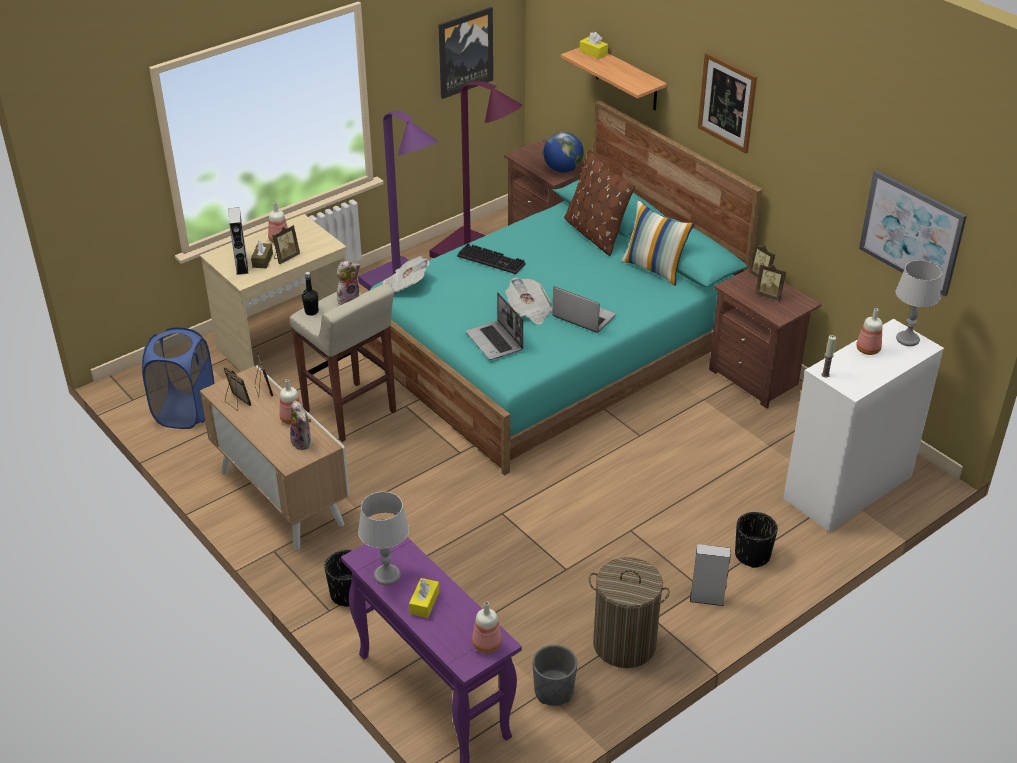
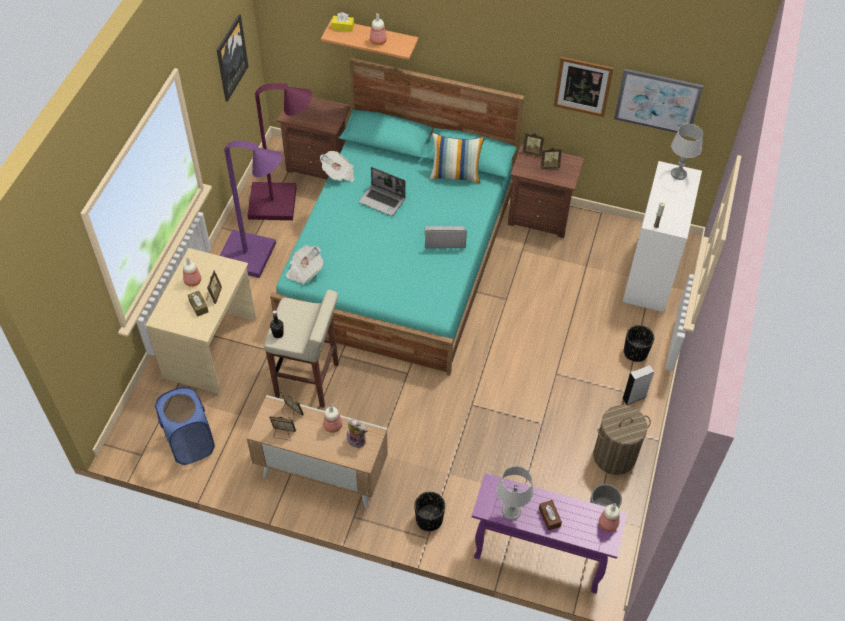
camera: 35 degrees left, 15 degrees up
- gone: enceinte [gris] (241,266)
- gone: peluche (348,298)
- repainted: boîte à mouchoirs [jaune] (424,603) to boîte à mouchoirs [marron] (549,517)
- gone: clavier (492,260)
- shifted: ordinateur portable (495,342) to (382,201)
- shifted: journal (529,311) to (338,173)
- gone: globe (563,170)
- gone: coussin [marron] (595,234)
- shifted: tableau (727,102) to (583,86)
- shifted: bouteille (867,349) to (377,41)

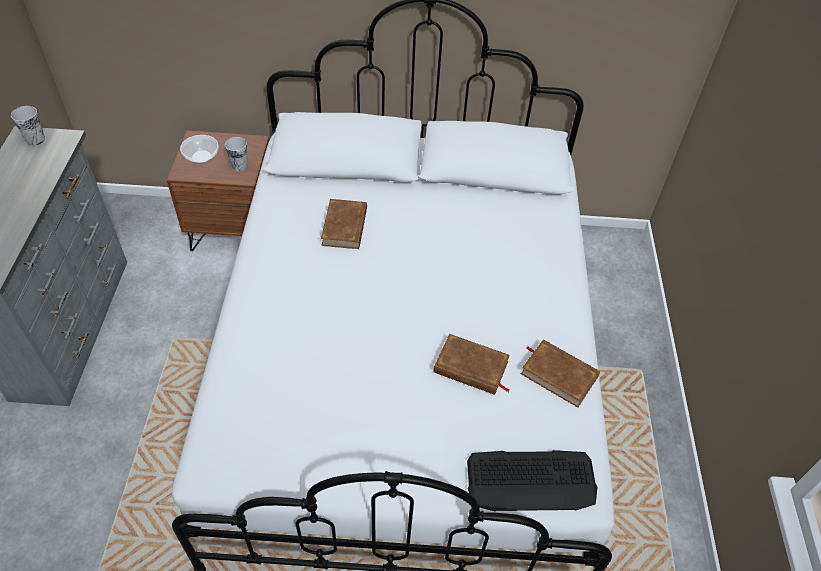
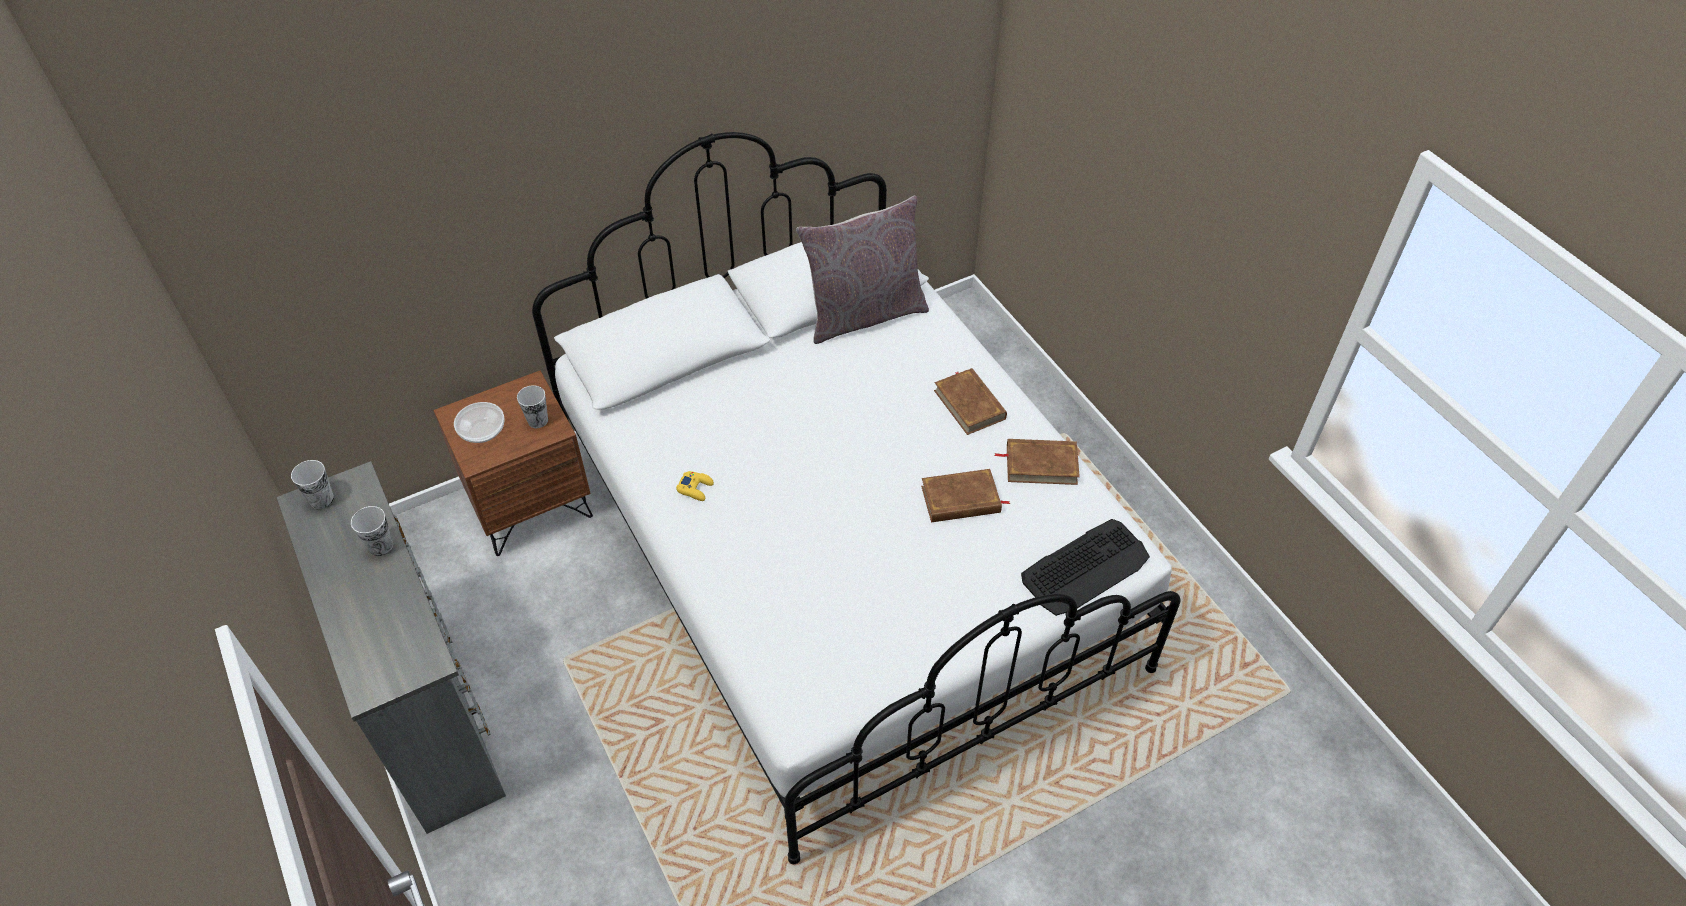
camera: 30 degrees left, 0 degrees up
- shifted: livre [marron] (345,227) to (969,404)
- new: tasse (380,546)
- new: manette [jaune] (695,488)
- new: coussin [gris] (864,314)

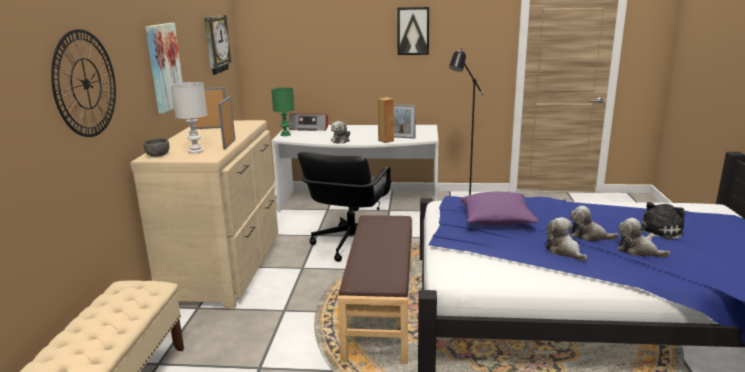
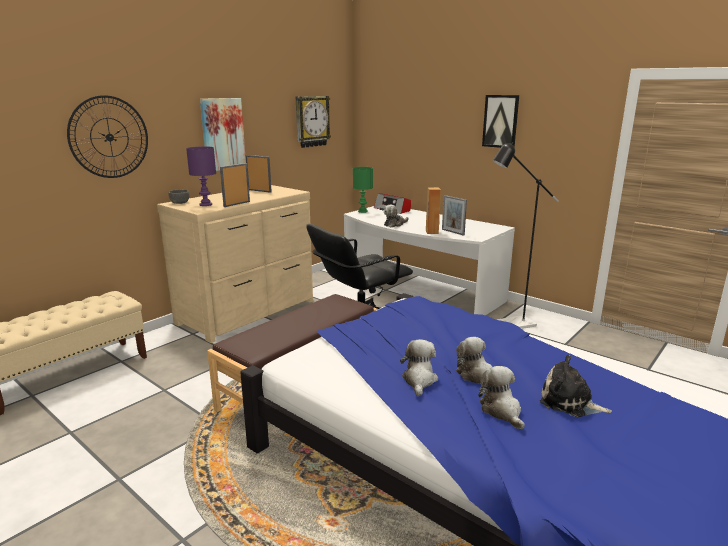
camera: 35 degrees right, 0 degrees up
- repainted: lampe de table [blanc] (195,151) to lampe de table [violet] (205,204)
- gone: coussin [violet] (496,220)
- rotated: peluche (657,233) = (569,402) 150 degrees counterclockwise

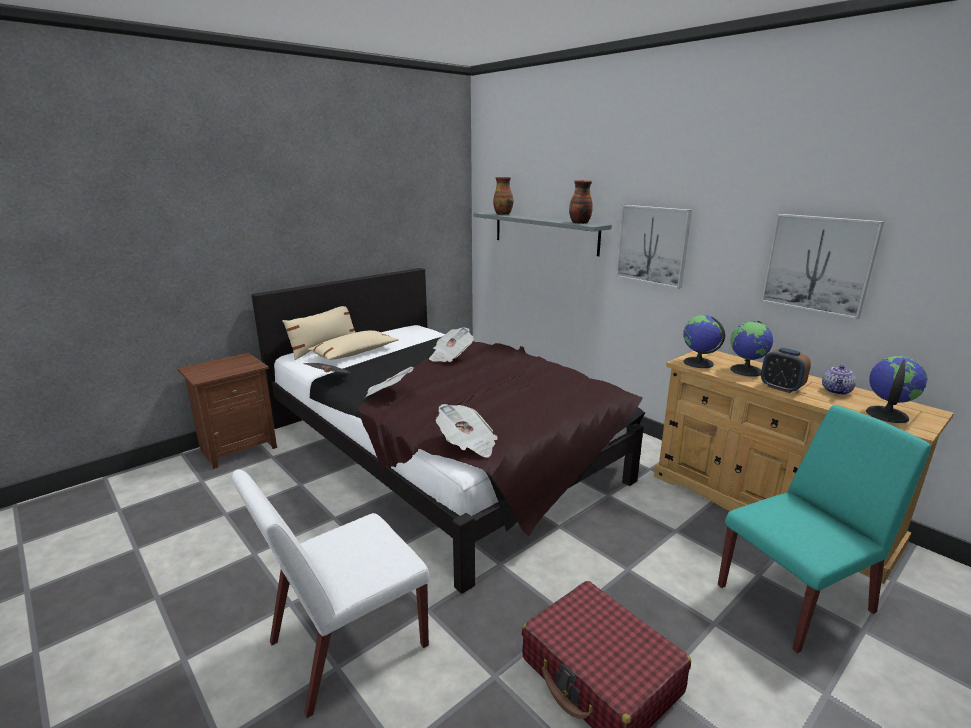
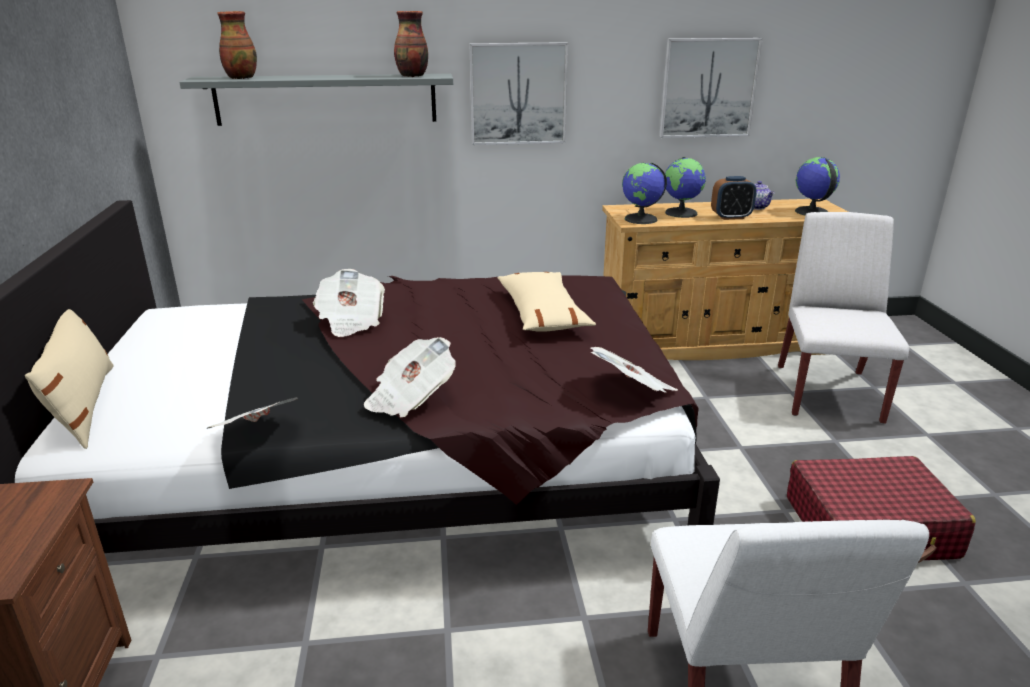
camera: 55 degrees left, 5 degrees up
- shifted: coussin [beige] (354,353) to (542,314)
- repainted: chaise [turquoise] (796,598) to chaise [blanc] (827,392)

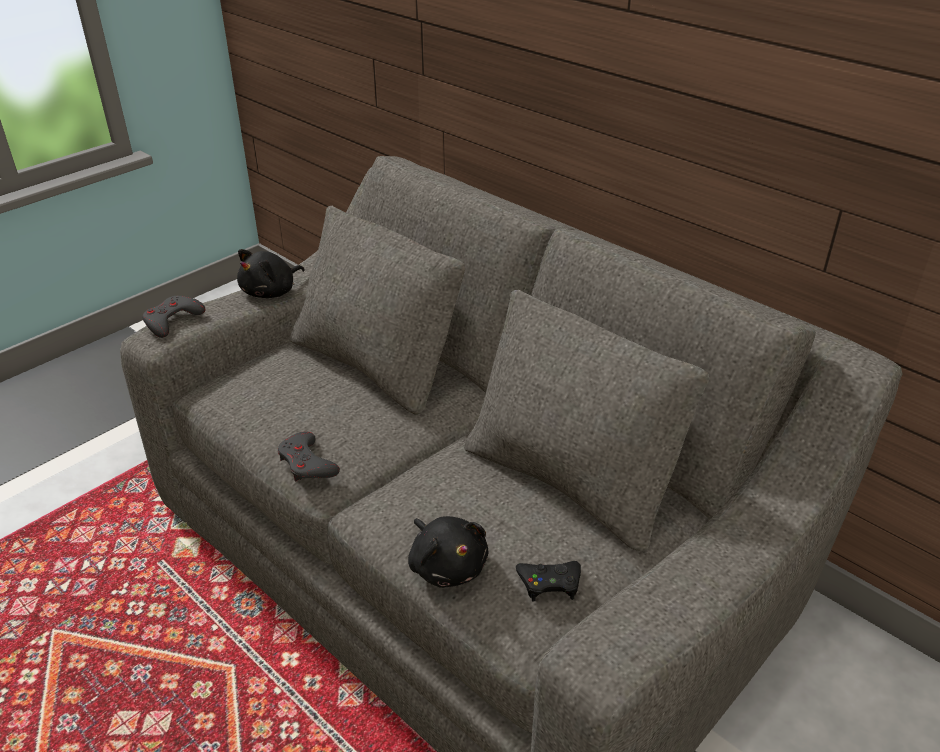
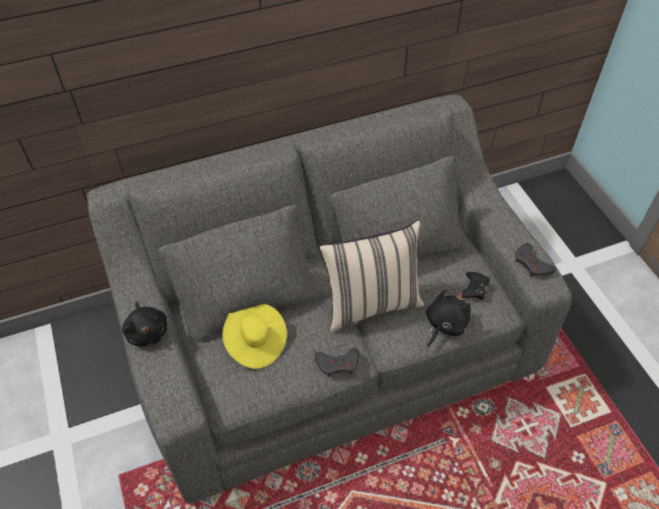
camera: 65 degrees left, 15 degrees up
- shifted: manette [gris] (172,320) to (532,264)
- rotated: peluche [noir] (447,565) = (444,325) 45 degrees counterclockwise
- new: chapeau [jaune] (255,343)
- new: coussin [beige] (371,303)

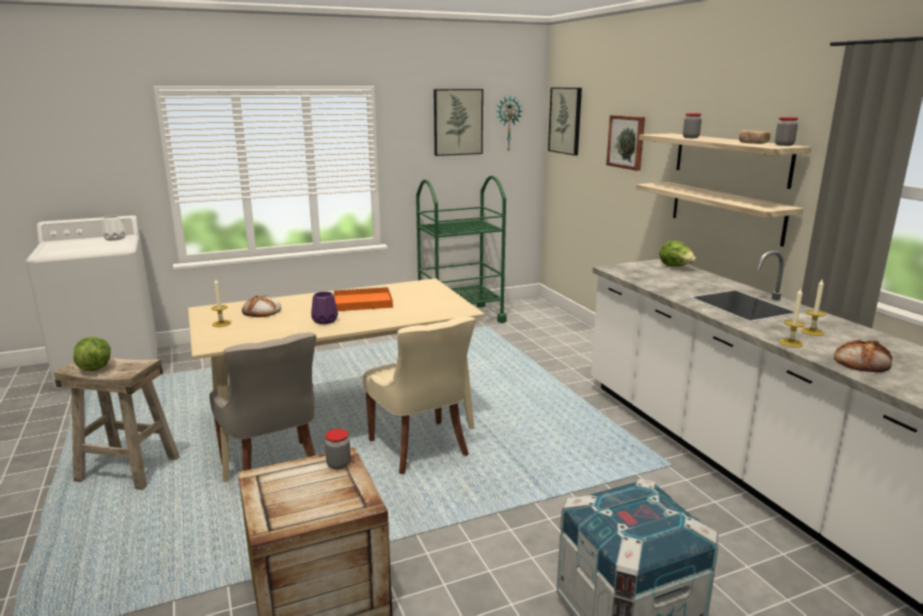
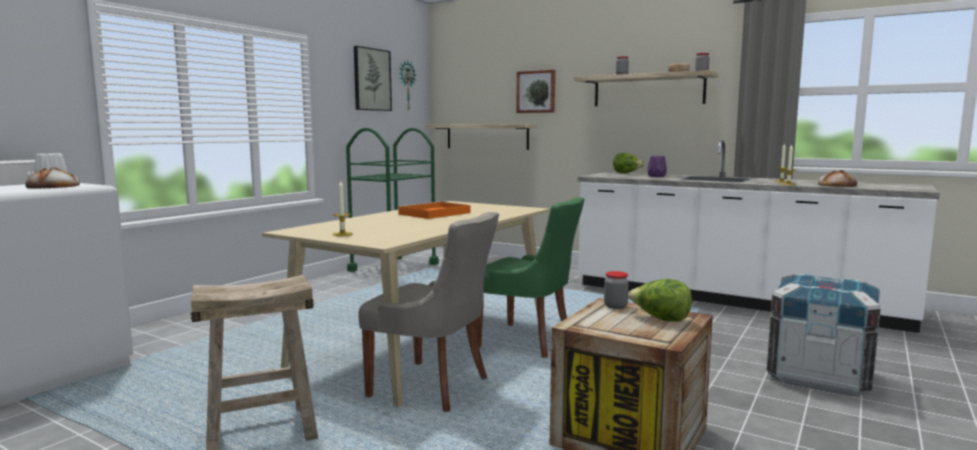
camera: 35 degrees left, 10 degrees down
- shifted: laitue (95,366) to (660,319)
- shifted: pain (262,312) to (54,187)
- shifted: vase [violet] (325,320) to (656,176)
- repainted: chaise [beige] (420,449) to chaise [vert] (528,341)
- gone: tableau (566,120)
- shifted: étagère (725,212) to (487,136)

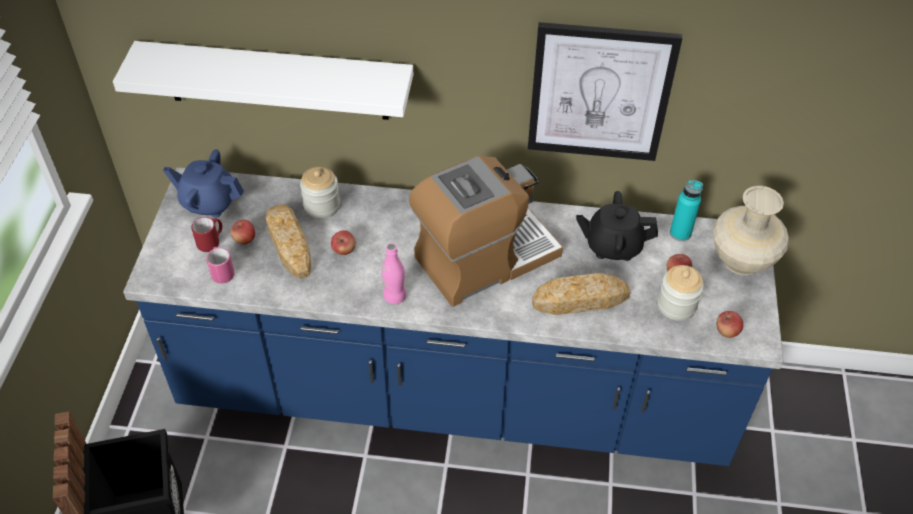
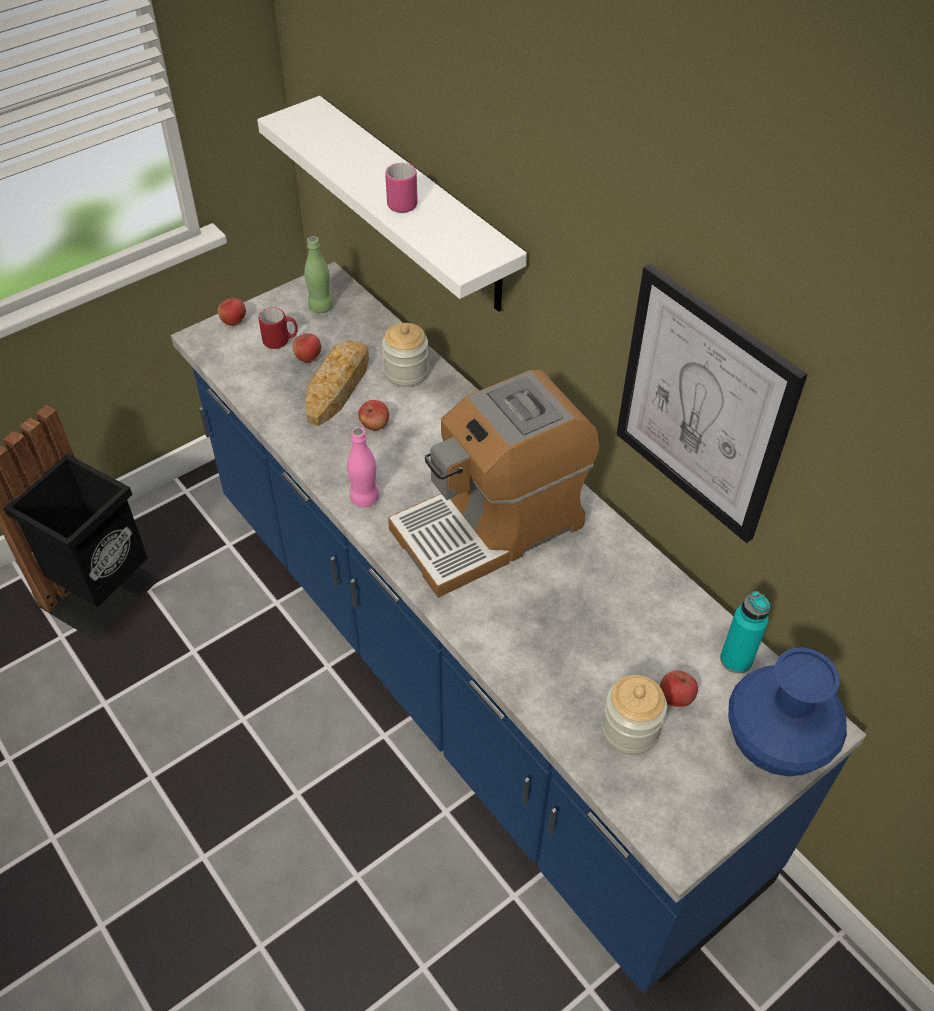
camera: 45 degrees right, 0 degrees up
- swapped: théière [bleu] (209,202) to bouteille [vert] (321,307)
- shifted: mug [rose] (222,272) to (405,202)
- rotated: machine à café (484,258) = (491,526) 135 degrees clockwise
- gone: pain (580,299)
- gone: théière [noir] (613,246)
- repainted: vase [beige] (742,260) to vase [bleu] (775,746)
- shifted: pomme (727,331) to (234,321)

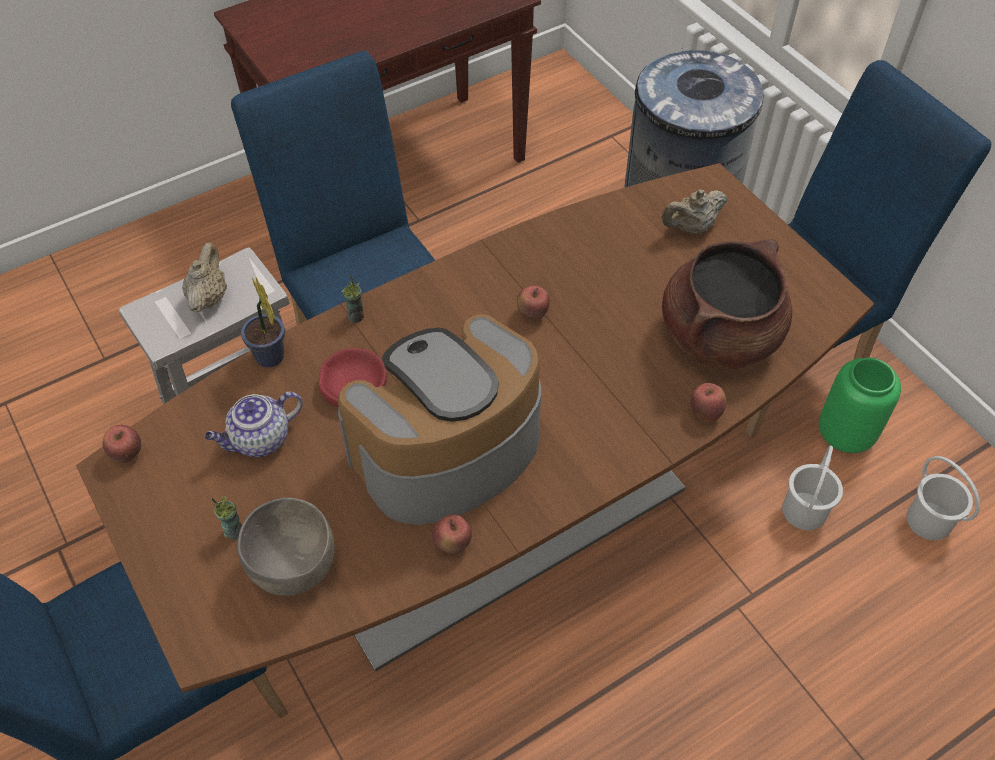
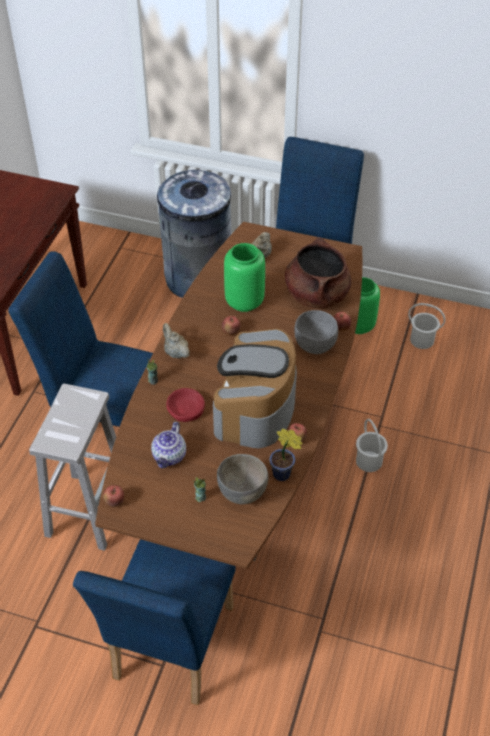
camera: 40 degrees left, 5 degrees down
- shifted: théière [beige] (209,297) to (175,352)
- shifted: plante en pot (271,359) to (284,475)
- shifted: seau [blanc] (805,510) to (369,461)
- new: vase [vert] (243,301)
- new: bol [gris] (315,346)

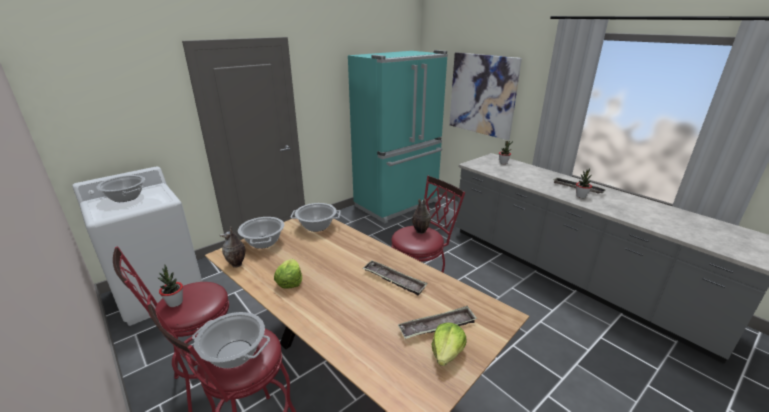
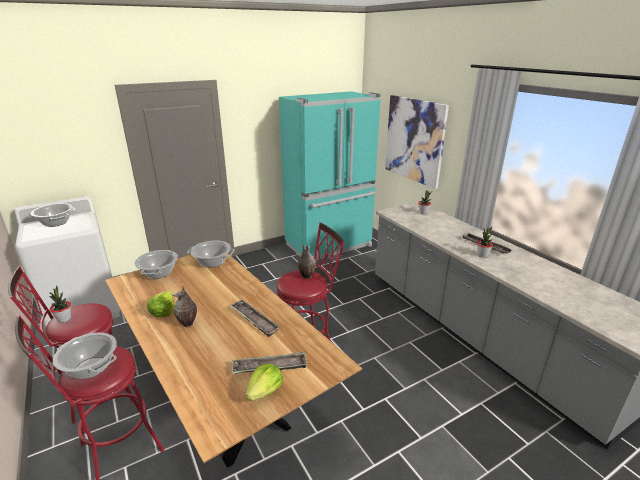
camera: 10 degrees right, 0 degrees up
- shifted: vase (237,264) to (188,324)

